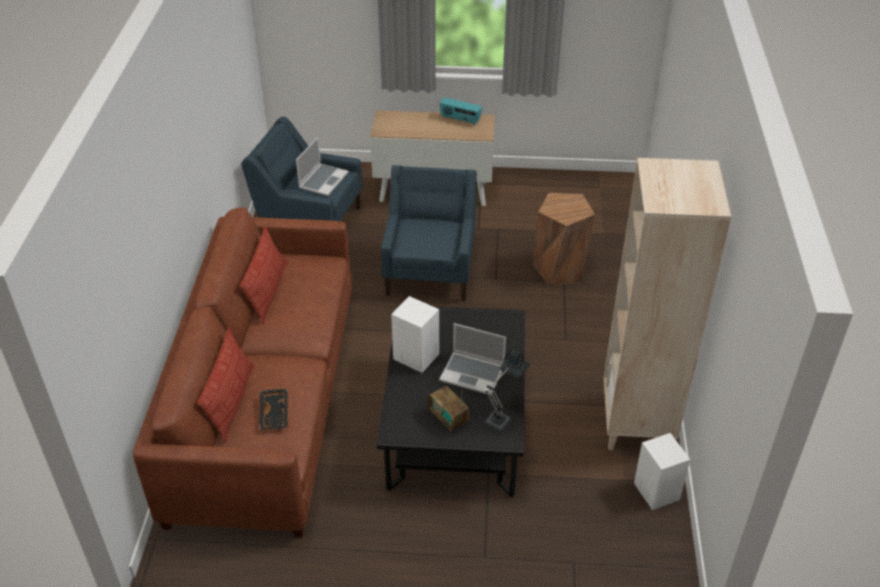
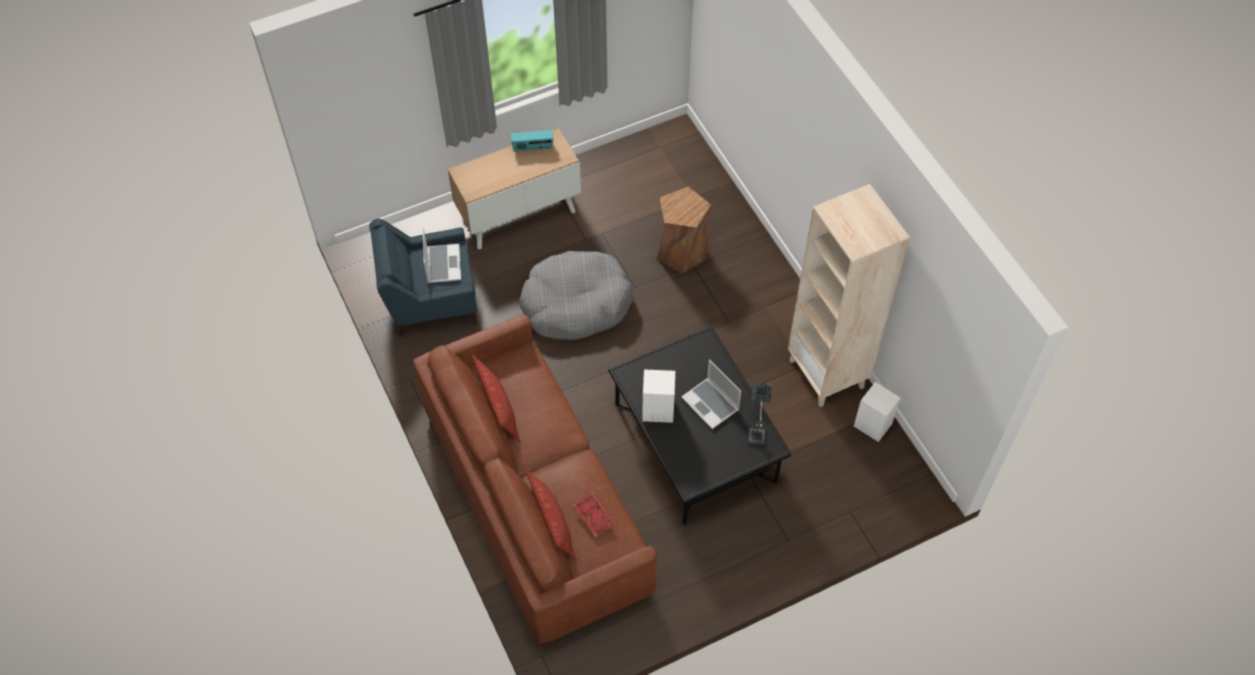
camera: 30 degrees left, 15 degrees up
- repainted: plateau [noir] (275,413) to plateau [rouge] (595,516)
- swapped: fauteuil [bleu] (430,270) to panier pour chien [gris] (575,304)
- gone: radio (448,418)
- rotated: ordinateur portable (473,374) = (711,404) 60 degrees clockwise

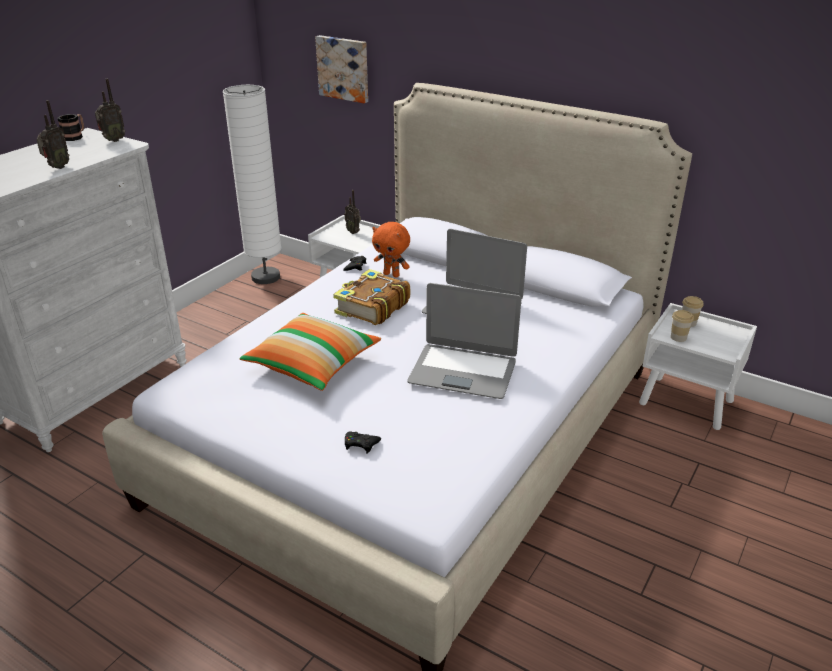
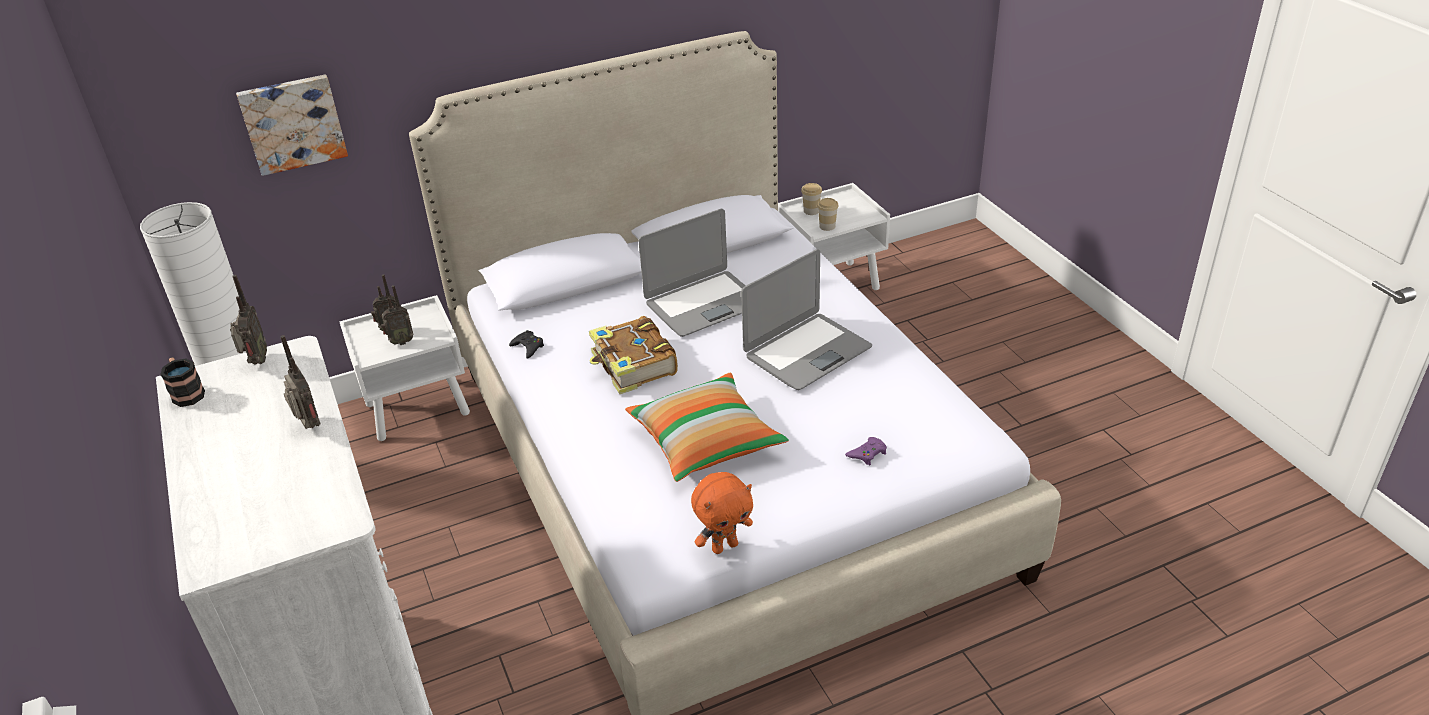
camera: 55 degrees left, 5 degrees up
- repainted: manette [noir] (361,444) to manette [violet] (867,454)
- shifted: peluche [orange] (392,274) to (724,546)
- new: radio (400,342)

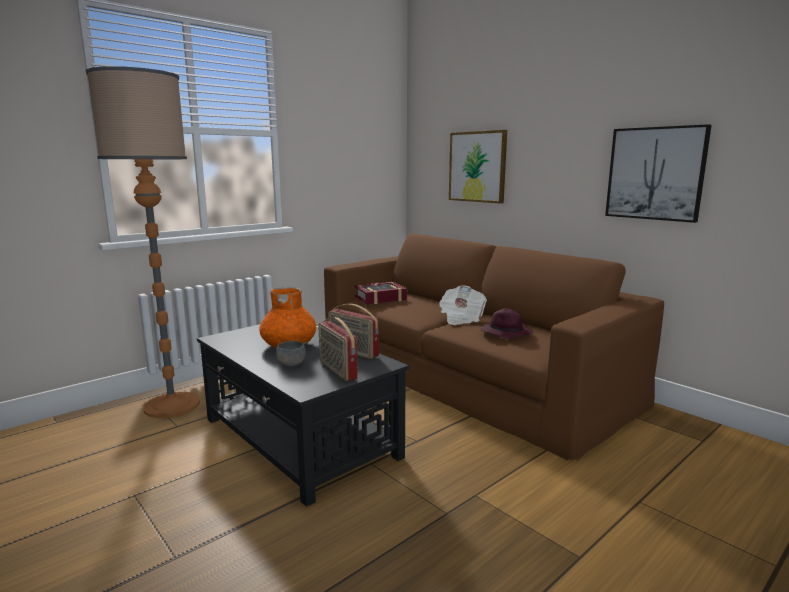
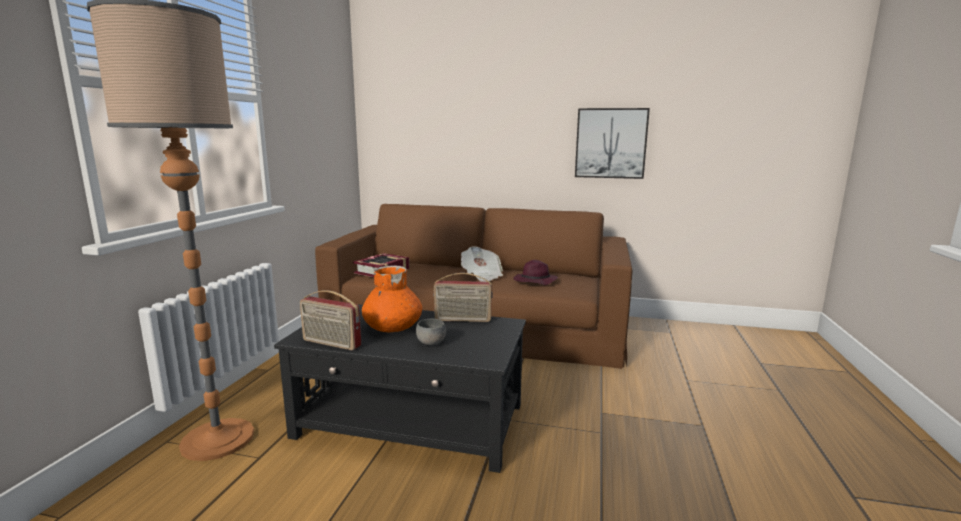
camera: 35 degrees left, 0 degrees up
- shifted: radio (337,370) to (331,343)
- gone: tableau (477,167)

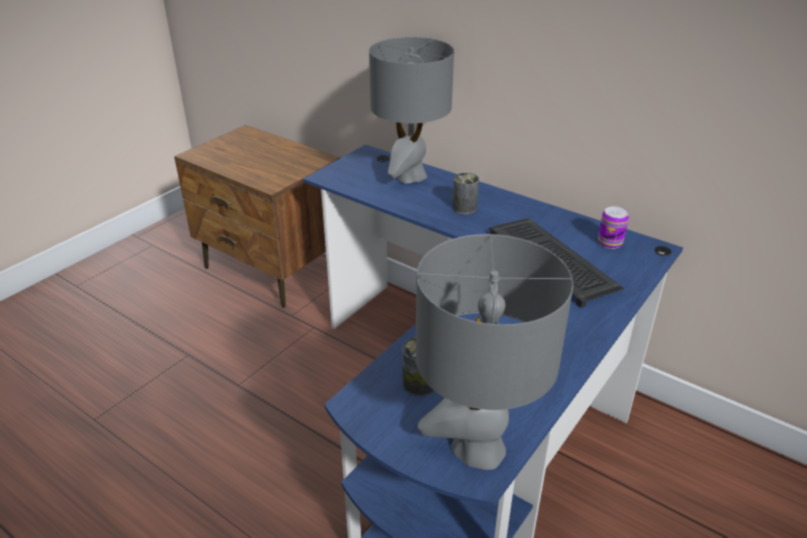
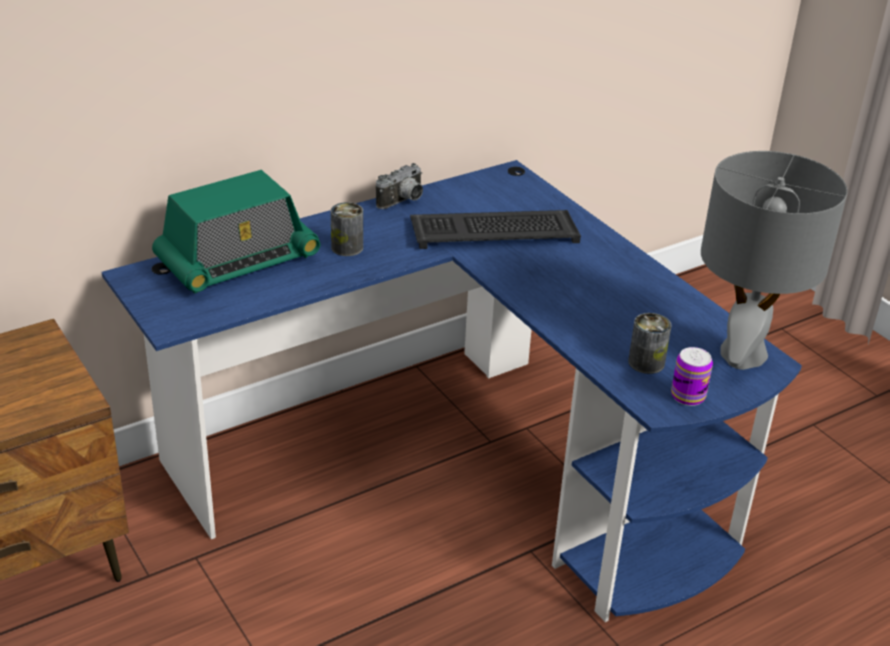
camera: 70 degrees left, 0 degrees up
- swapped: lampe de table [gris] (410,176) to radio (237,261)
- shifted: boîte métallique (610,242) to (688,396)
- new: appareil photo (403,202)

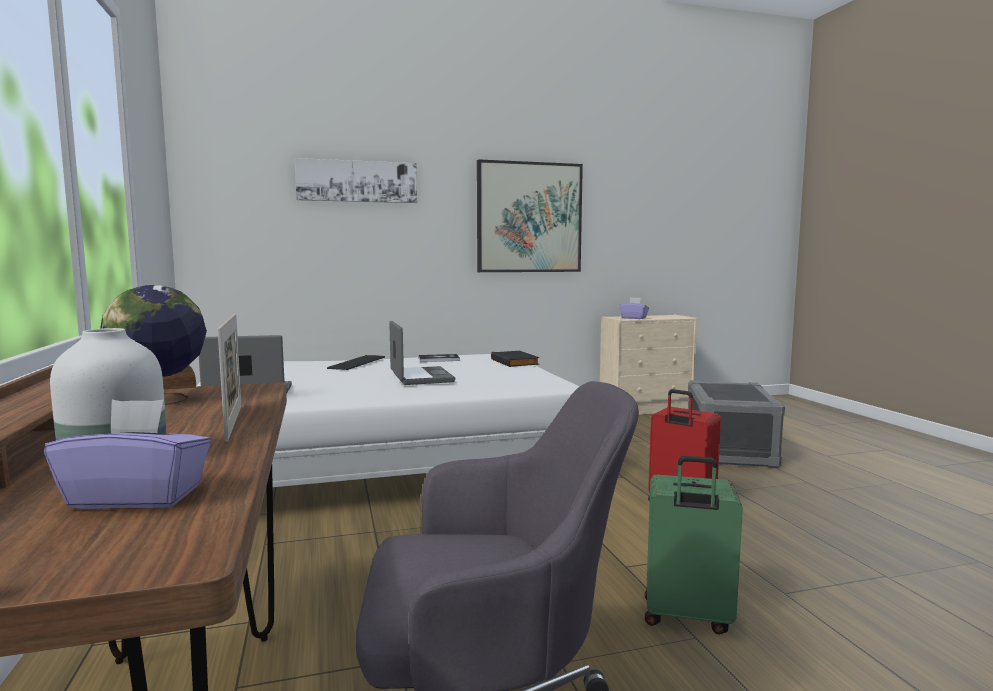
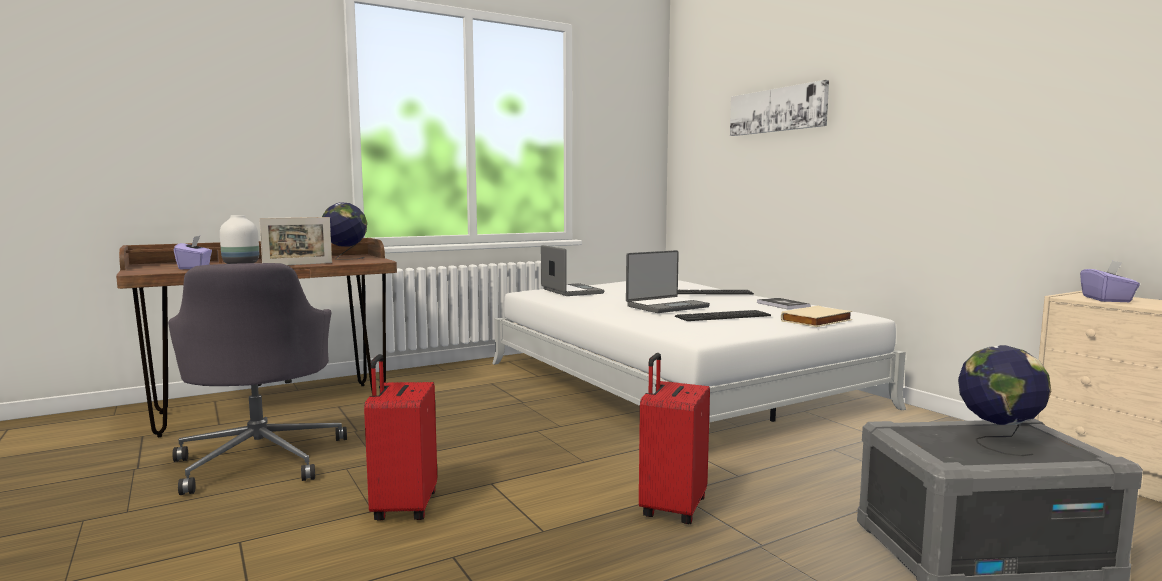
camera: 75 degrees right, 0 degrees up
- gone: tableau (529,217)
- repainted: livre [noir] (516,362) to livre [beige] (817,321)
- repainted: valise [vert] (686,617) to valise [rouge] (403,508)
- new: clavier (723,316)
- new: globe (997,443)

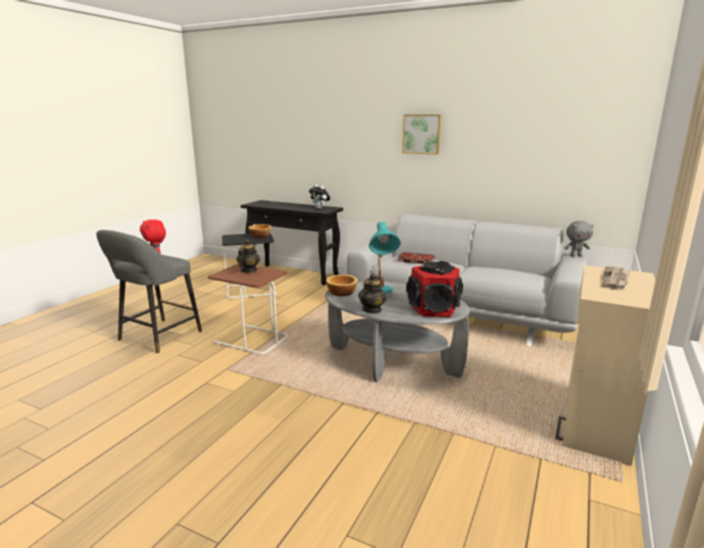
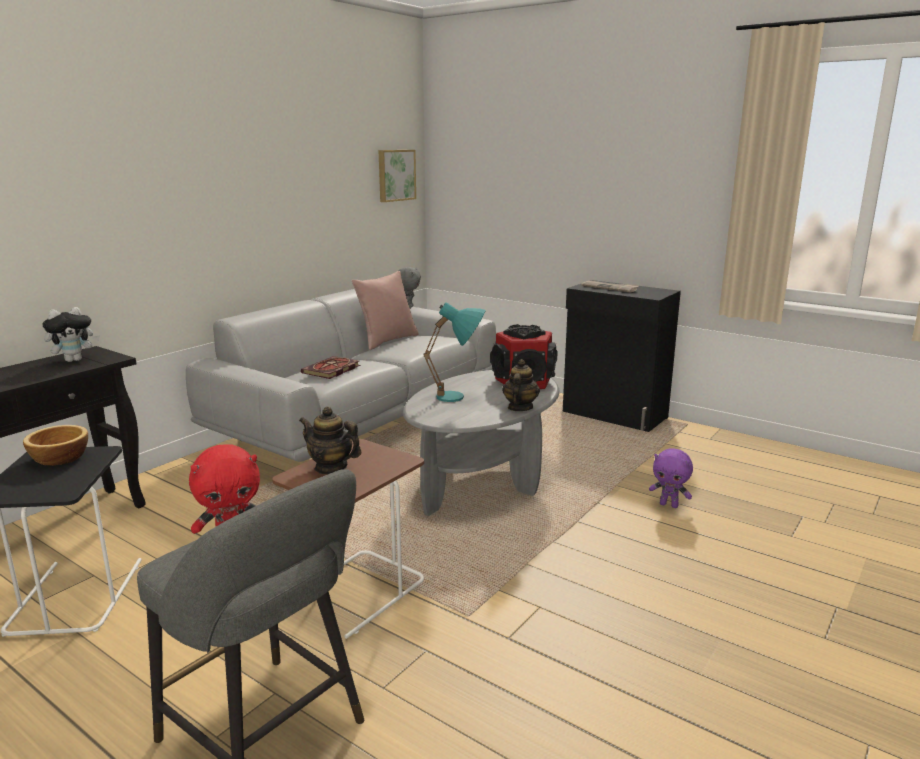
camera: 80 degrees left, 0 degrees up
- gone: bol (341,292)
- rotated: théière (372,309) = (519,408) 105 degrees counterclockwise
- shifted: tableau (422,134) to (395,175)
- repainted: meuble de rangement [beige] (593,424) to meuble de rangement [noir] (614,415)
- new: coussin [rose] (387,341)
- new: peluche [violet] (669,505)

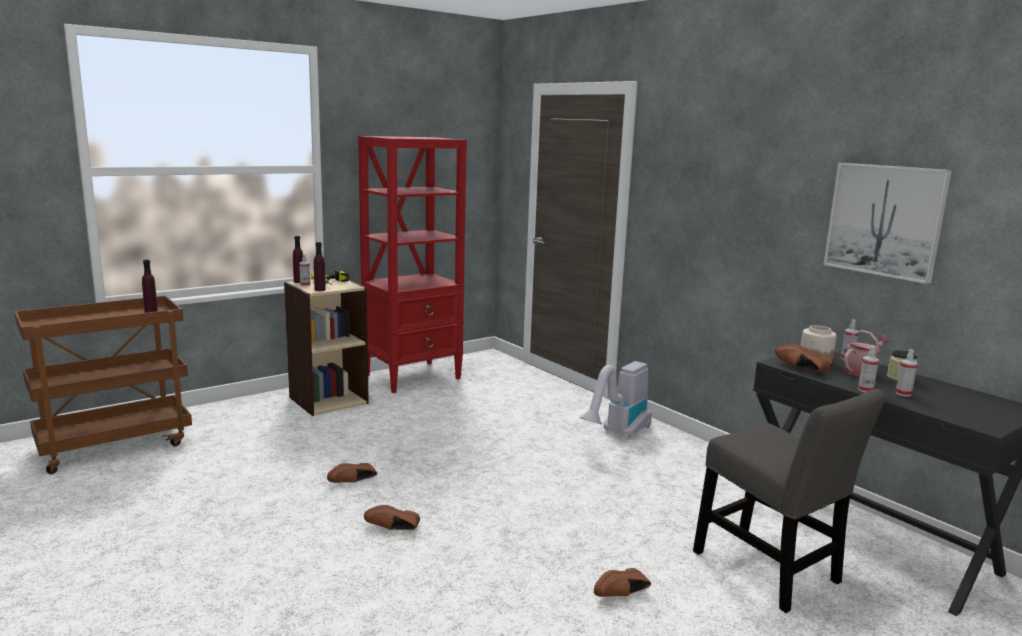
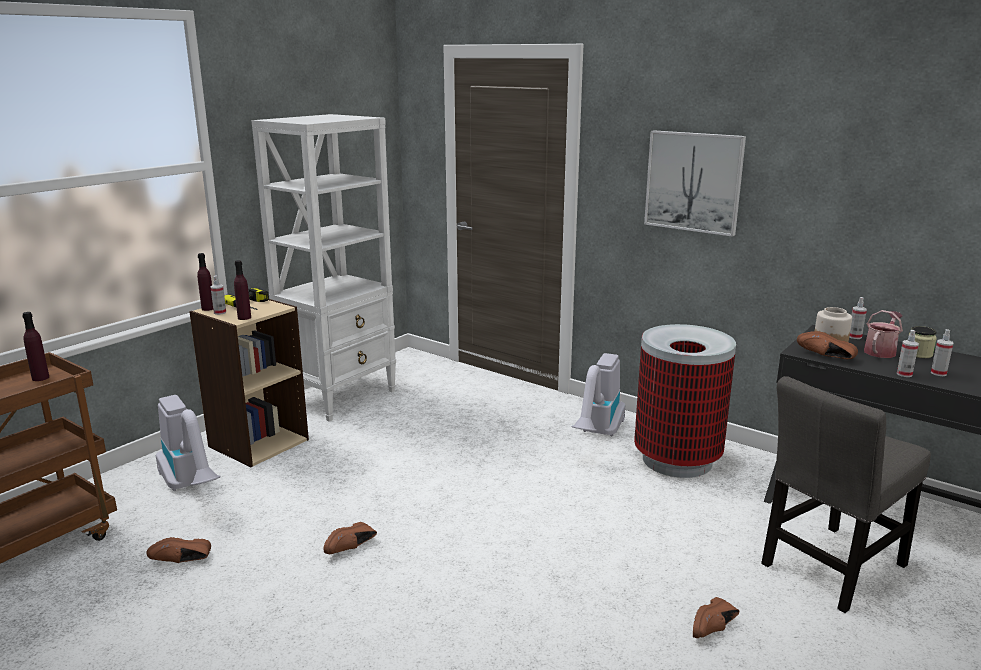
camera: 15 degrees left, 5 degrees up
- repainted: bibliothèque [rouge] (413,377) to bibliothèque [blanc] (340,396)
- shifted: chaussure [marron] (392,529) to (181,562)
- rotated: chaise [gris] (770,571) = (830,568) 105 degrees clockwise
- shifted: tableau (885,220) to (693,182)
- new: aspirateur (191,486)
- new: poubelle (677,460)

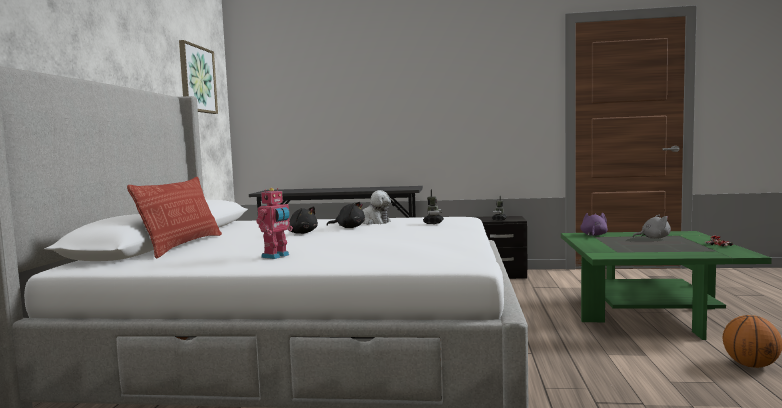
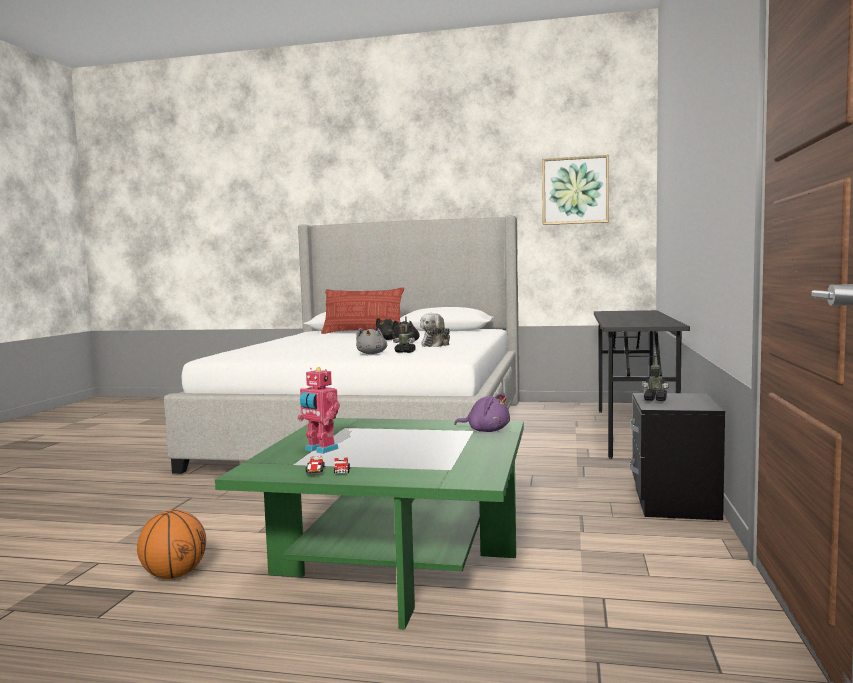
camera: 95 degrees right, 0 degrees up
- shifted: robot jouet (276,256) to (320,450)
- shifted: peluche [gris] (653,238) to (372,354)

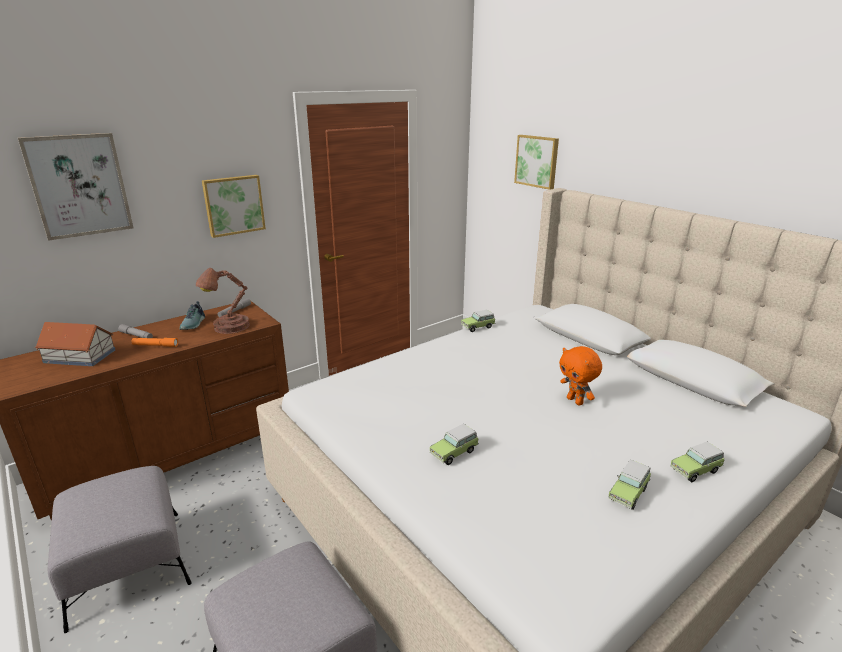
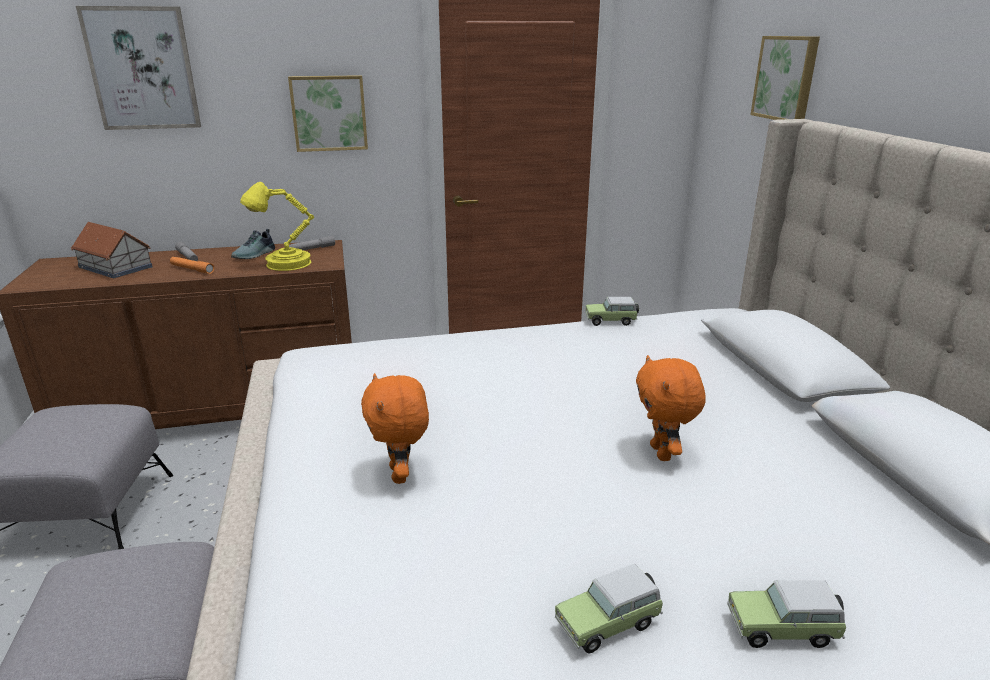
camera: 25 degrees right, 0 degrees up
- repainted: lampe de table [marron] (229,327) to lampe de table [jaune] (284,264)
- swapped: petite voiture (455,452) to peluche [orange] (401,475)

